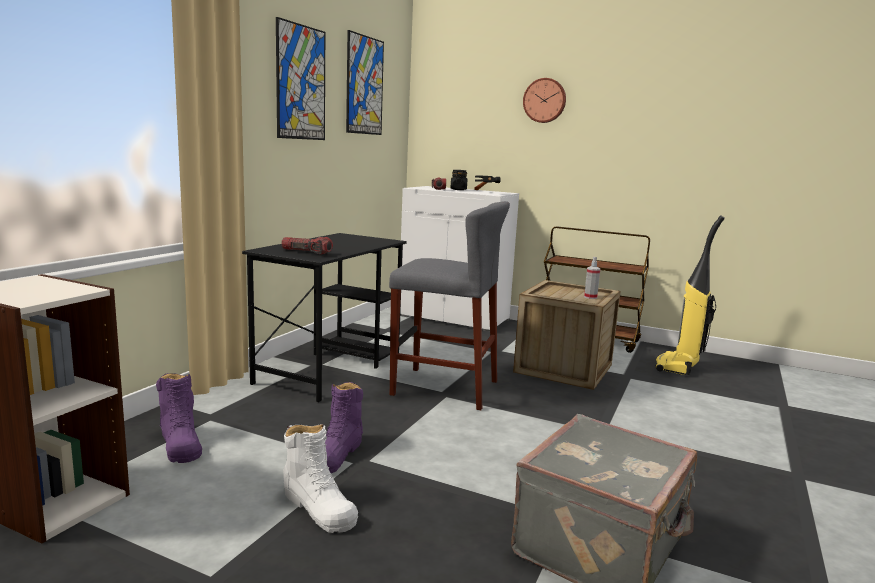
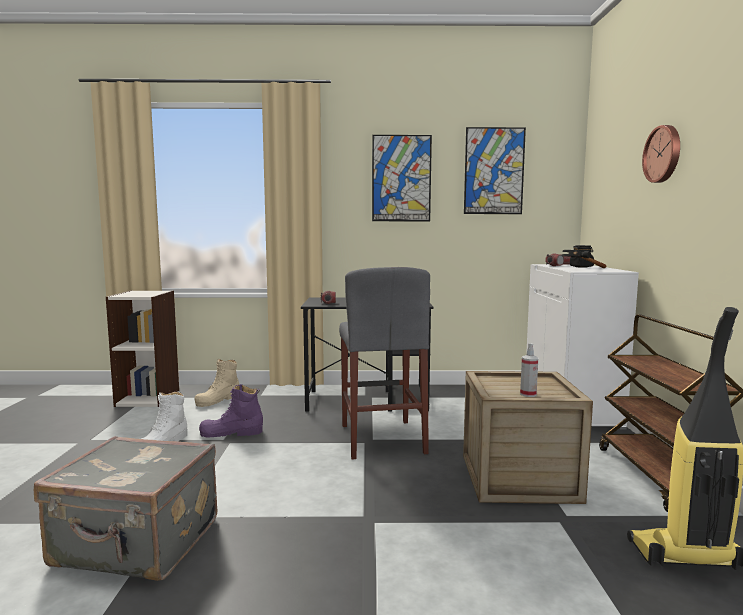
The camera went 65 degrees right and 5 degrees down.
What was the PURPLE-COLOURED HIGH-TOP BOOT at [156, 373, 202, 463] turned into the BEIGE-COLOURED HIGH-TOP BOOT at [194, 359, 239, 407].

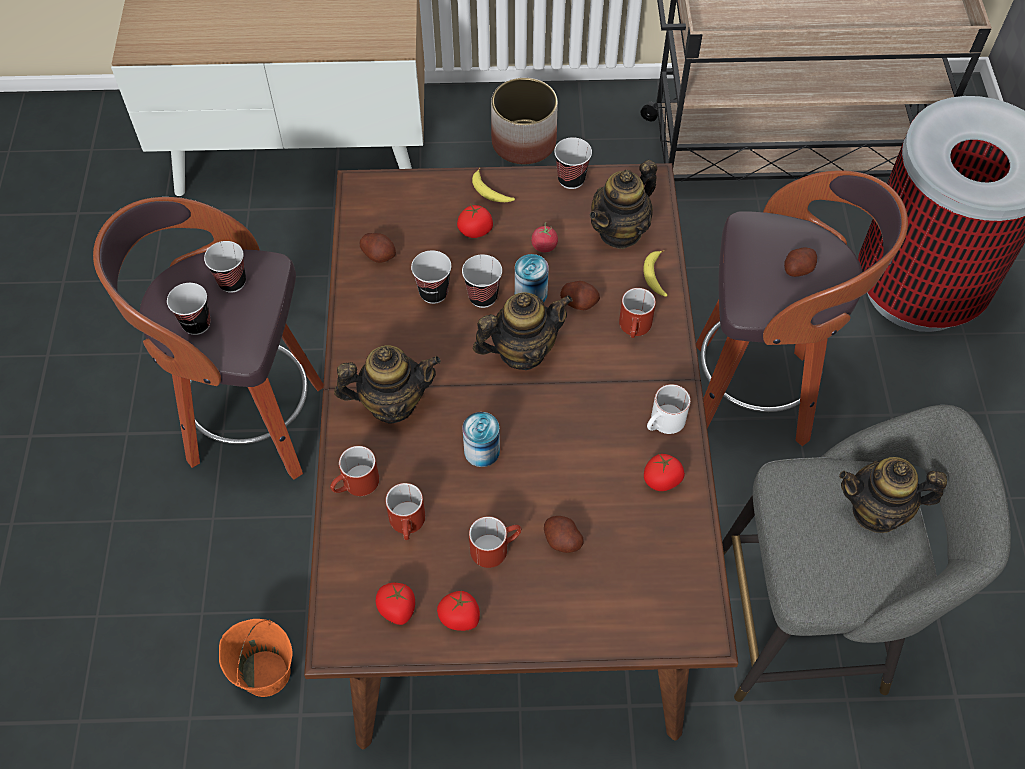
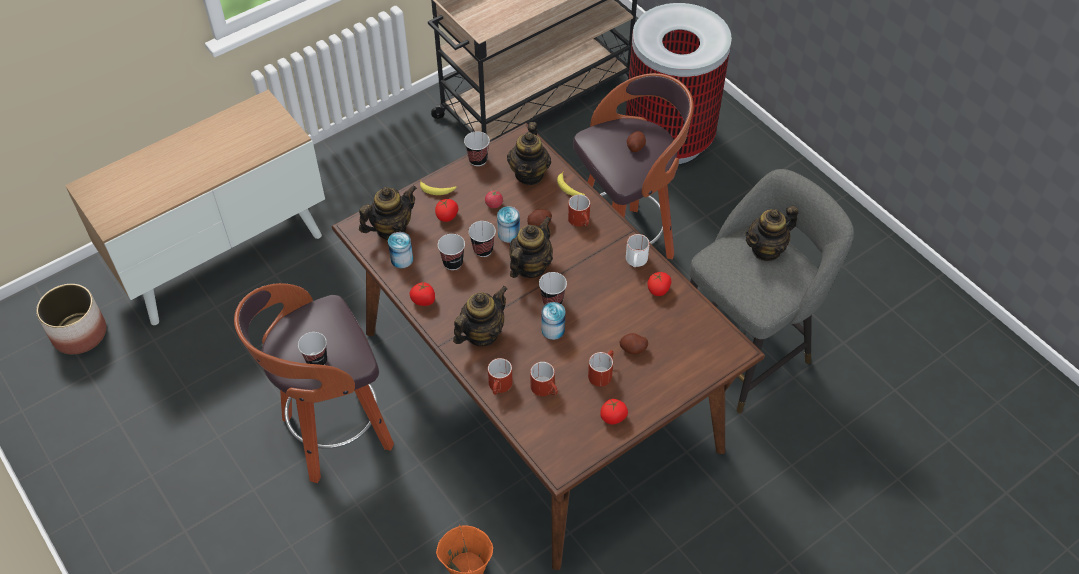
The camera went 35 degrees left and 5 degrees down.
The FLOWER POT ended up elsewhere, having gone from [491, 78, 558, 164] to [36, 284, 106, 354].
The second view gained the TEA POT at [359, 185, 417, 240].
Where the SPUD stood at [360, 233, 396, 263], the METAL CAN came to stand at [388, 232, 413, 268].
The TOMATO ended up elsewhere, having gone from [376, 583, 415, 625] to [410, 282, 435, 306].
The DRINKING CUP ended up elsewhere, having gone from [204, 241, 246, 293] to [539, 272, 567, 305].

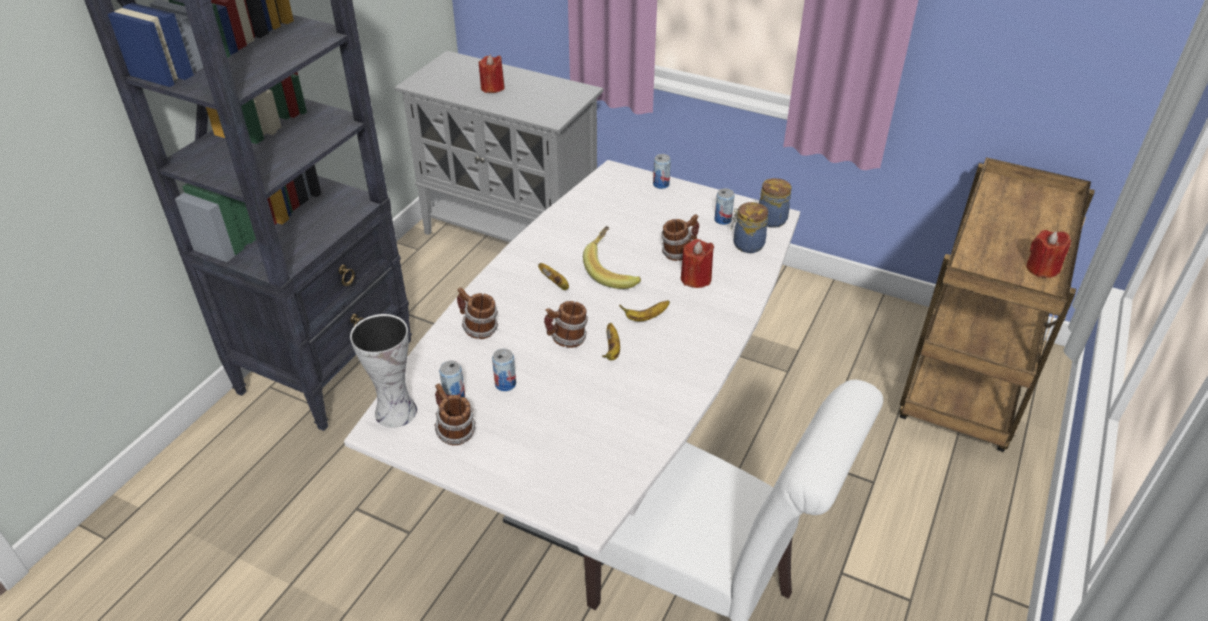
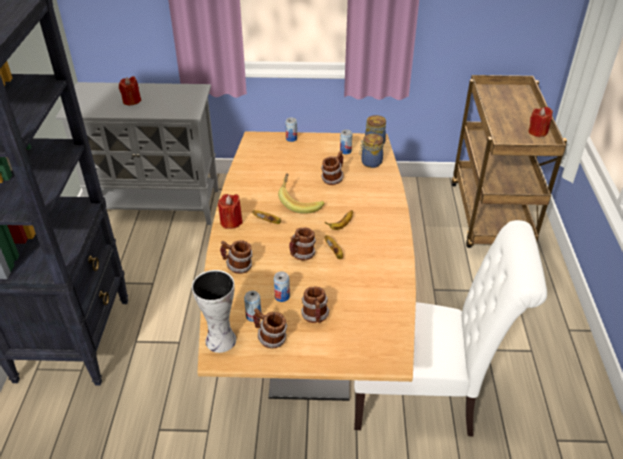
The camera went 25 degrees left and 0 degrees up.
What was the WHITE DINING TABLE at [344, 160, 800, 565] turned into the BROWNISH DINING TABLE at [197, 131, 416, 401].
The REDDISH WAX CANDLE ended up elsewhere, having gone from [681, 239, 714, 288] to [218, 194, 242, 229].
The second view gained the TEA MUG at [301, 287, 329, 323].

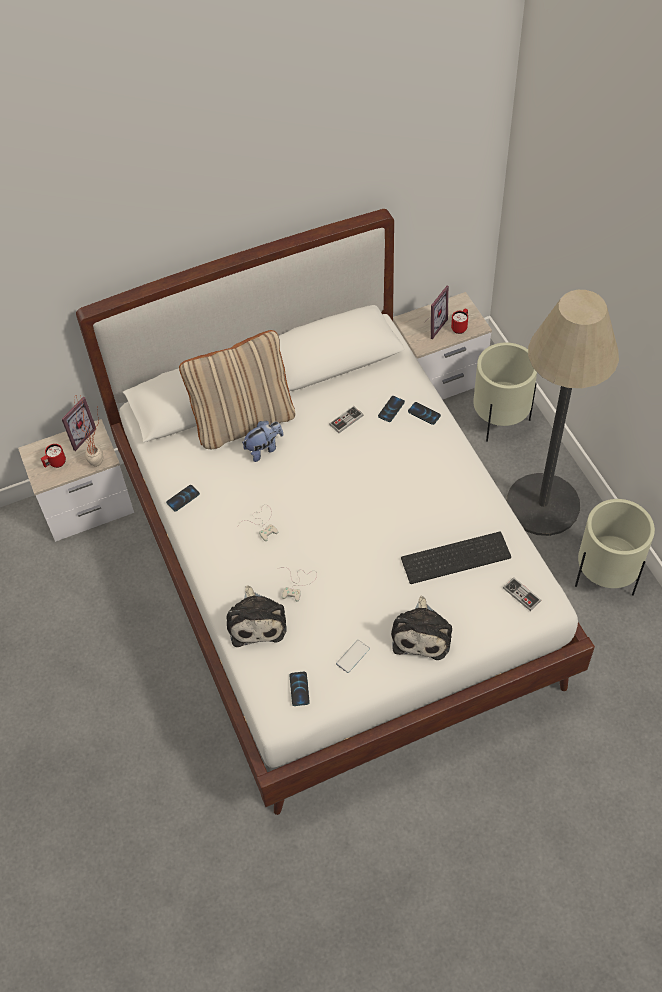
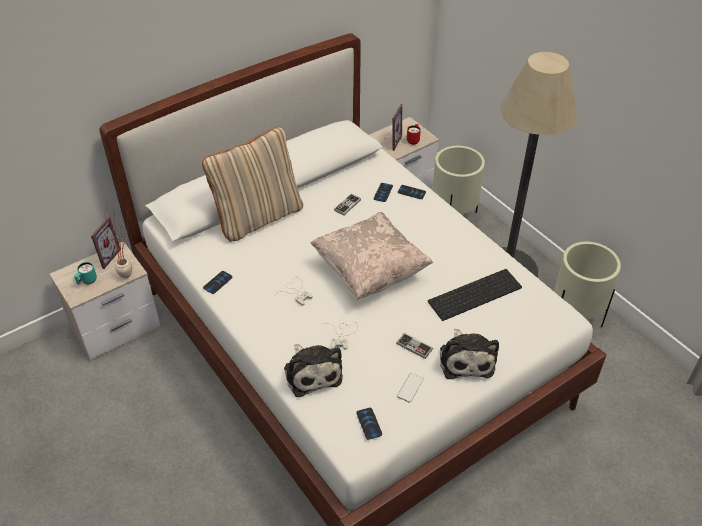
The camera went 15 degrees left and 10 degrees down.
What was the REDDISH TEA MUG at [41, 444, 66, 468] turned into the BLUE-GREEN TEA MUG at [74, 262, 97, 285].
The second view gained the BEIGE-COLOURED PILLOW at [310, 212, 433, 300].
The GAME CONTROLLER ended up elsewhere, having gone from [503, 578, 542, 611] to [396, 333, 433, 359].
The second view lost the CUDDLY TOY at [242, 421, 283, 462].

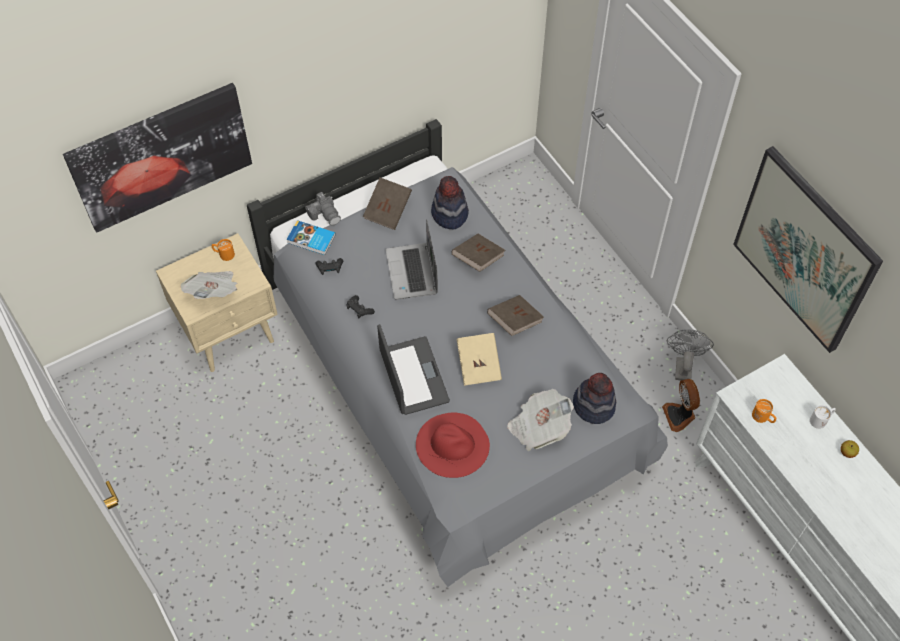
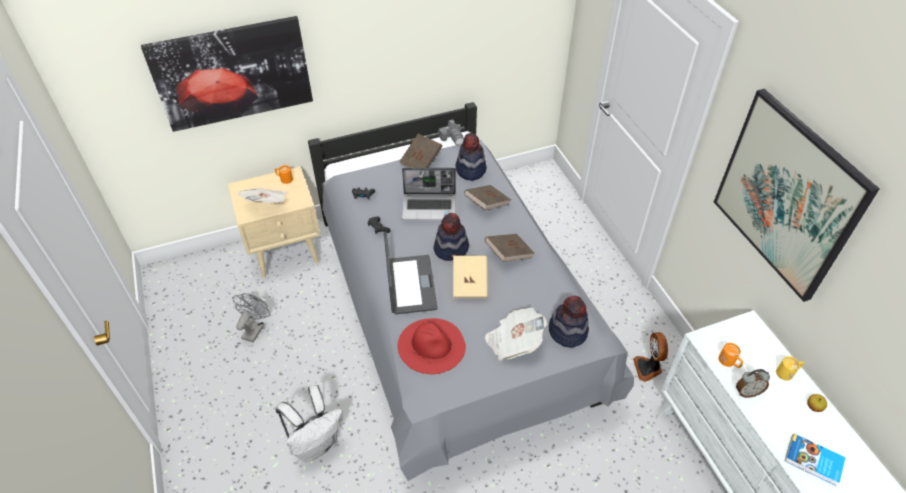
The camera went 10 degrees right and 10 degrees down.
The GRAY COOLING FAN ended up elsewhere, having gone from [667, 329, 714, 381] to [232, 293, 270, 342].
The second view gained the WHITE KNAPSACK at [275, 385, 343, 462].
The NOTEBOOK COMPUTER at [386, 219, 438, 300] ended up facing another way, 90 degrees counterclockwise from before.
The second view gained the CLOTHING HAT at [434, 213, 469, 261].
The STILL CAMERA ended up elsewhere, having gone from [305, 192, 341, 226] to [438, 120, 464, 145].
The second view gained the TABLE CLOCK at [736, 369, 770, 398].
What was the WHITE TEA MUG at [810, 405, 836, 429] turned into the YELLOWISH TEA MUG at [776, 356, 804, 381].
The BOOK ended up elsewhere, having gone from [287, 220, 336, 255] to [785, 434, 846, 486].

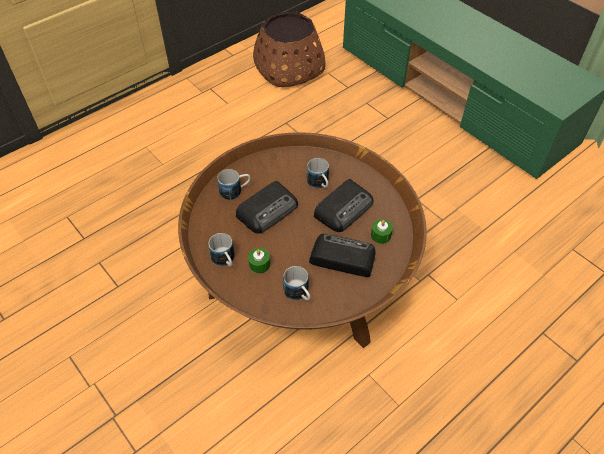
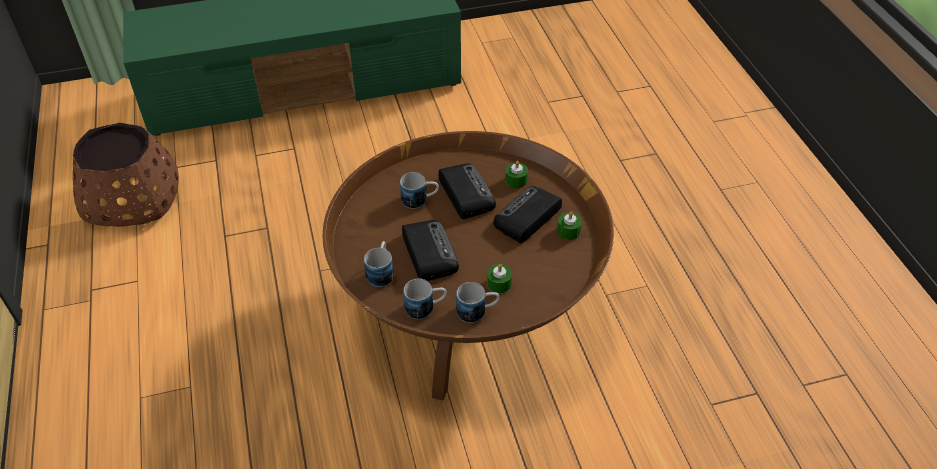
The camera went 65 degrees left and 5 degrees down.
The TEA MUG ended up elsewhere, having gone from [283, 266, 310, 301] to [403, 279, 447, 319].
The second view gained the GREEN WAX CANDLE at [557, 211, 582, 240].

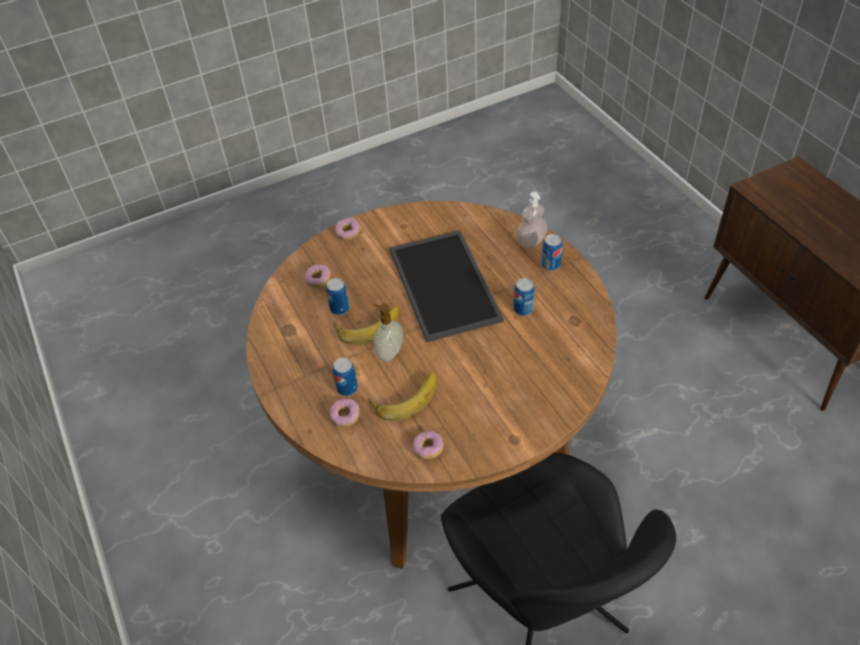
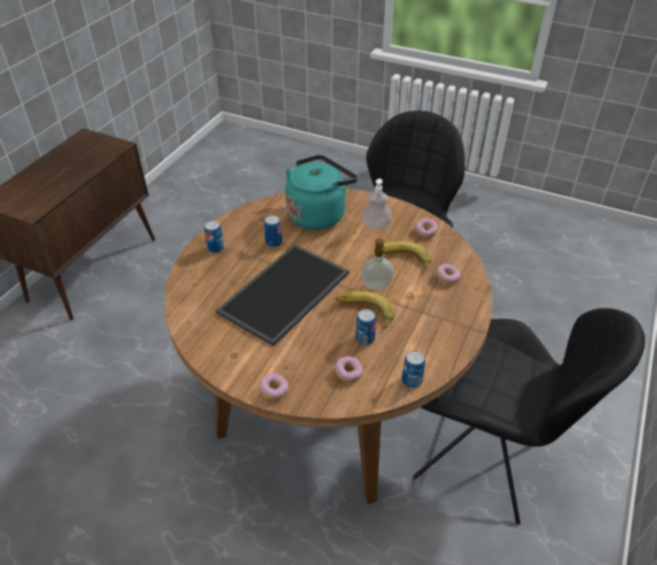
The camera went 130 degrees left and 5 degrees down.
The second view gained the BLUE-GREEN TEA KETTLE at [285, 155, 358, 230].
The SOAP BOTTLE ended up elsewhere, having gone from [516, 192, 547, 248] to [361, 178, 392, 229].
The METAL CAN ended up elsewhere, having gone from [333, 358, 358, 396] to [402, 350, 425, 388].
The second view gained the BLACK-COLOURED UPRIGHT CHAIR at [413, 308, 645, 525].

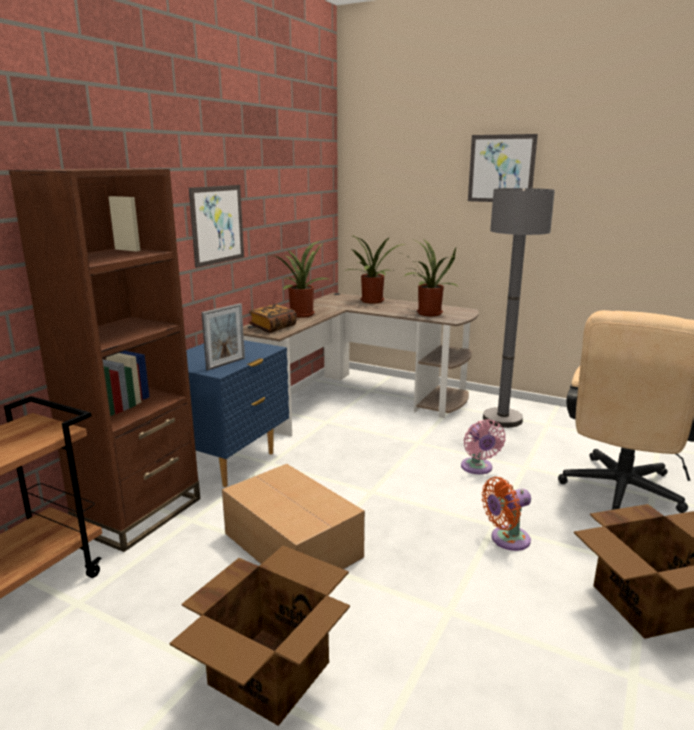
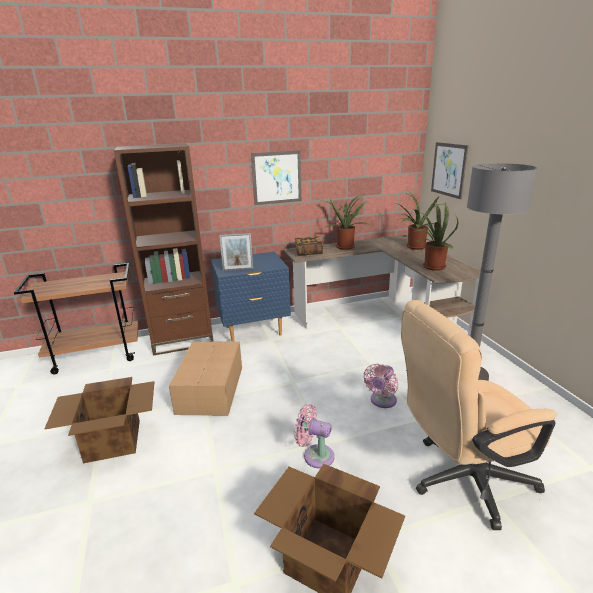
The camera went 45 degrees right and 5 degrees up.
What was the ORANGE-COLOURED COOLING FAN at [482, 477, 531, 551] turned into the PINKISH COOLING FAN at [294, 404, 335, 468].
The WALL PICTURE ended up elsewhere, having gone from [468, 134, 538, 202] to [431, 142, 469, 199].

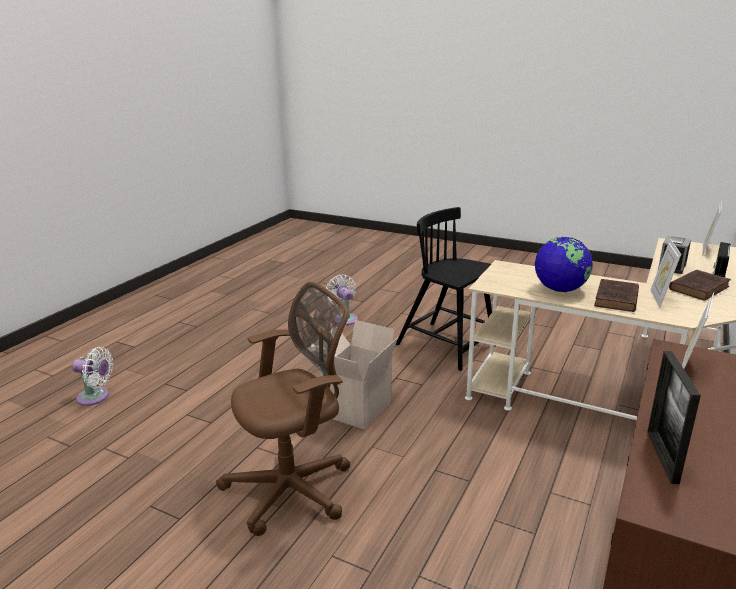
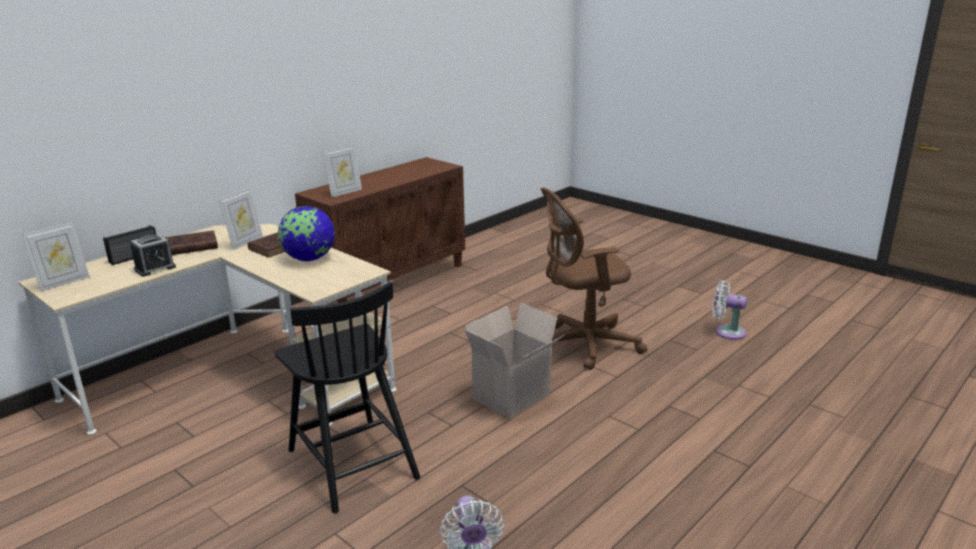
The camera went 165 degrees left and 0 degrees up.
The WHITE COOLING FAN ended up elsewhere, having gone from [72, 347, 113, 406] to [713, 280, 747, 340].
The second view lost the STANDING FRAME at [647, 351, 701, 484].

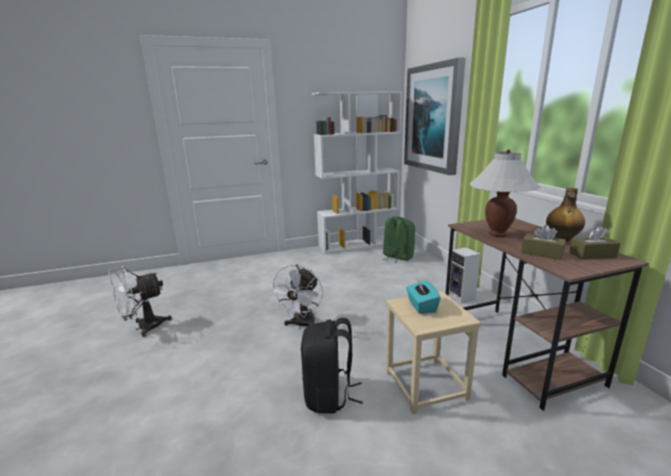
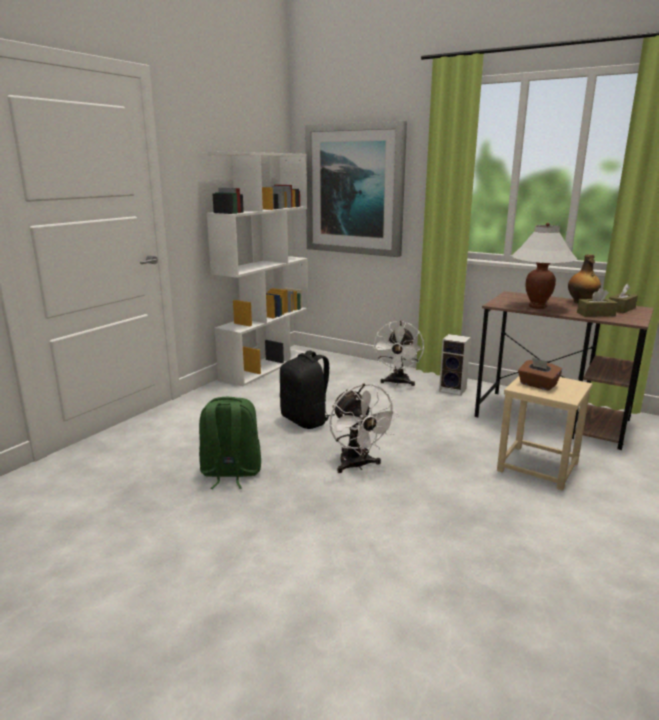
The camera went 40 degrees left and 0 degrees up.
The GREEN KNAPSACK ended up elsewhere, having gone from [383, 216, 415, 263] to [199, 397, 261, 489].
The BLACK-COLOURED KNAPSACK ended up elsewhere, having gone from [301, 318, 363, 414] to [280, 350, 335, 429].
The WHITE COOLING FAN ended up elsewhere, having gone from [108, 266, 172, 337] to [373, 321, 424, 386].
What was the BLUE-GREEN TISSUE HOLDER at [406, 278, 441, 314] turned into the BROWNISH TISSUE HOLDER at [518, 357, 562, 391].

